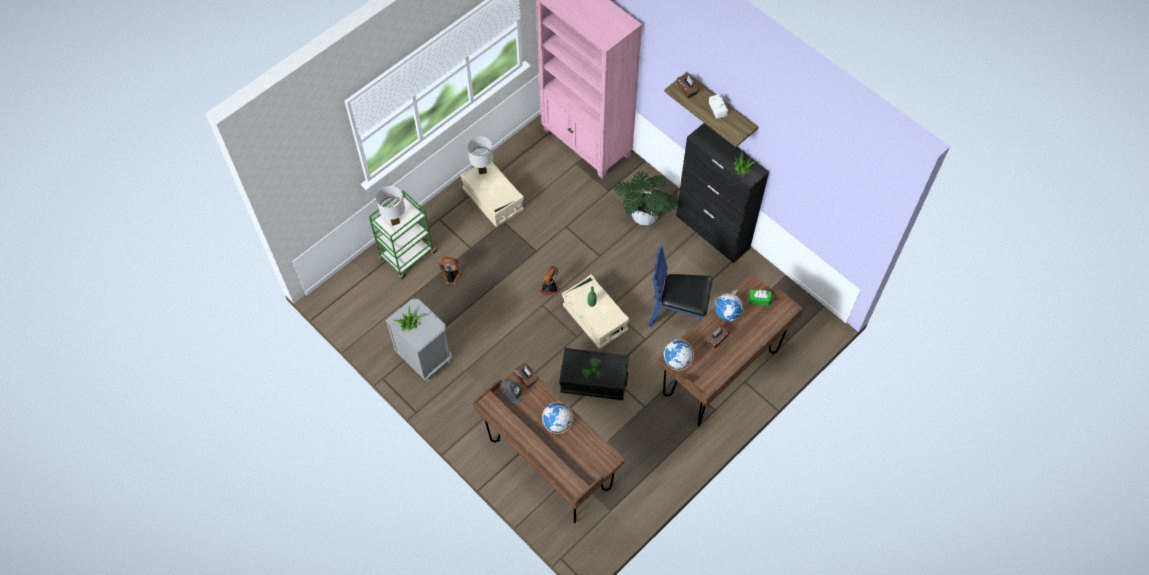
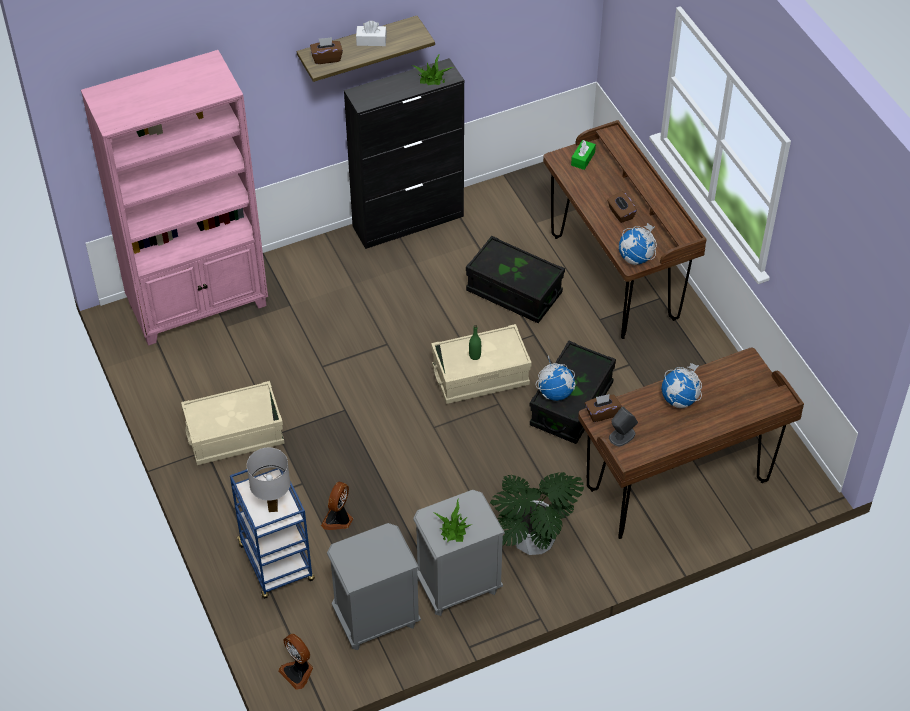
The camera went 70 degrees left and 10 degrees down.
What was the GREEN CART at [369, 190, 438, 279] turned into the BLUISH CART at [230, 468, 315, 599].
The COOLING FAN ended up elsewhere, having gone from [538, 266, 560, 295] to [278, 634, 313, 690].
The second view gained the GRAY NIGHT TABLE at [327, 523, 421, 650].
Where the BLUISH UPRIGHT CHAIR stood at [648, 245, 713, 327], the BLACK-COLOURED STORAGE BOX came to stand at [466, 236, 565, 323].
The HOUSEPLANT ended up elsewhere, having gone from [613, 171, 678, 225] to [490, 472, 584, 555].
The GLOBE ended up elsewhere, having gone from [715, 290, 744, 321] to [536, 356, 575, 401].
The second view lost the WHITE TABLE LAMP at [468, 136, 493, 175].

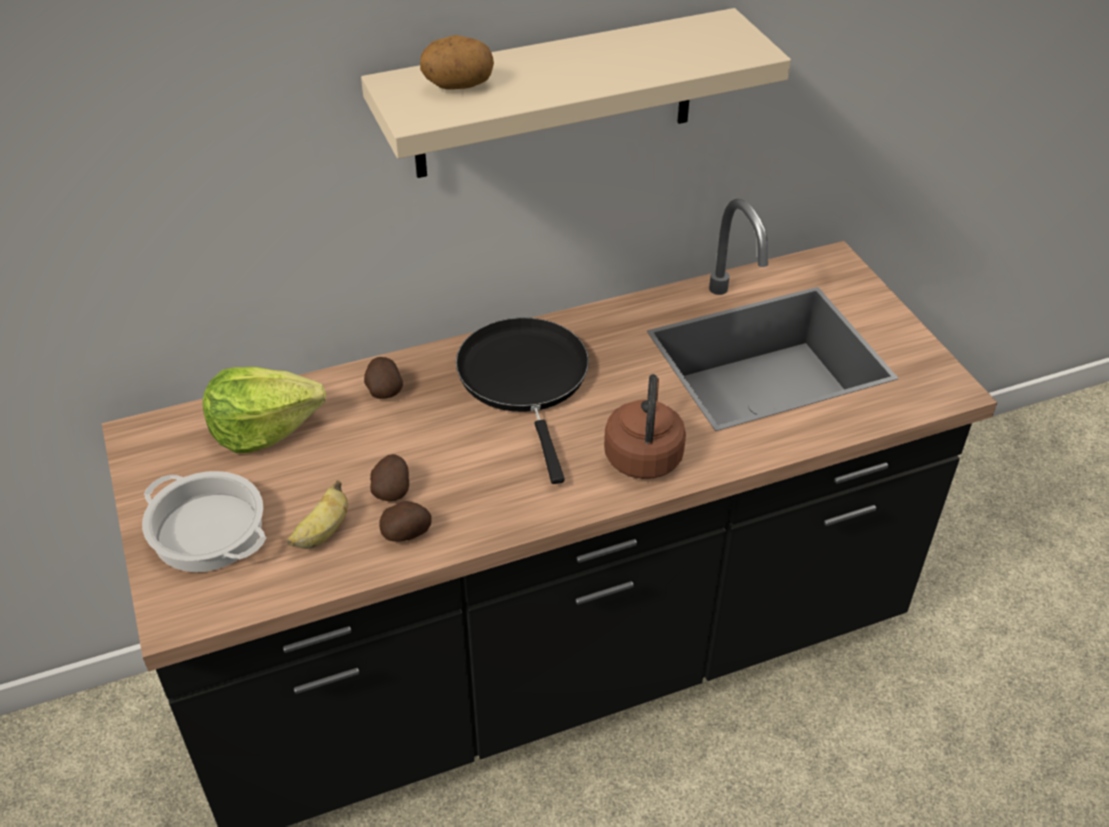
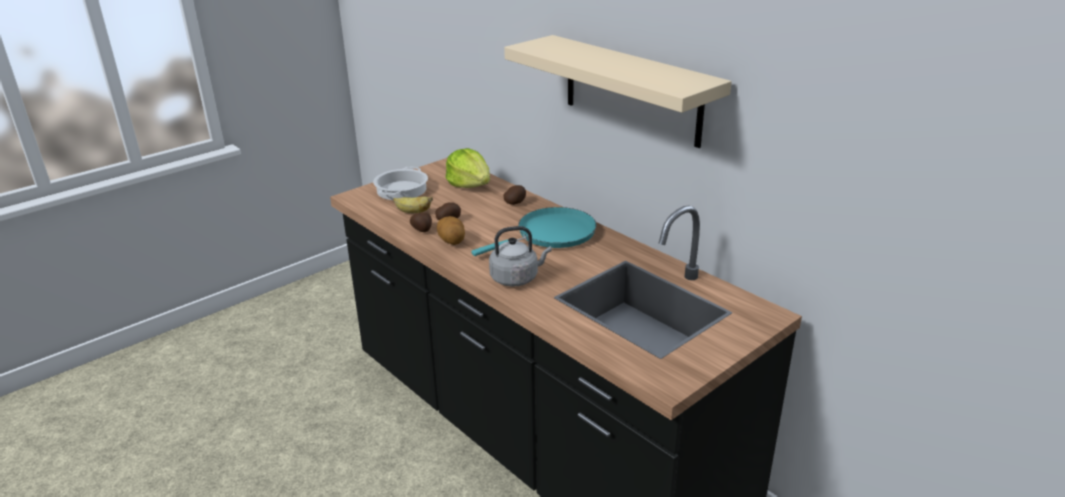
The camera went 70 degrees right and 15 degrees down.
The SPUD ended up elsewhere, having gone from [420, 35, 494, 90] to [437, 216, 465, 245].
What was the BLACK-COLOURED PAN at [456, 318, 589, 484] turned into the BLUE-GREEN PAN at [471, 207, 596, 256].
What was the BROWNISH TEA KETTLE at [604, 374, 686, 479] turned into the GRAY TEA KETTLE at [489, 226, 552, 287].

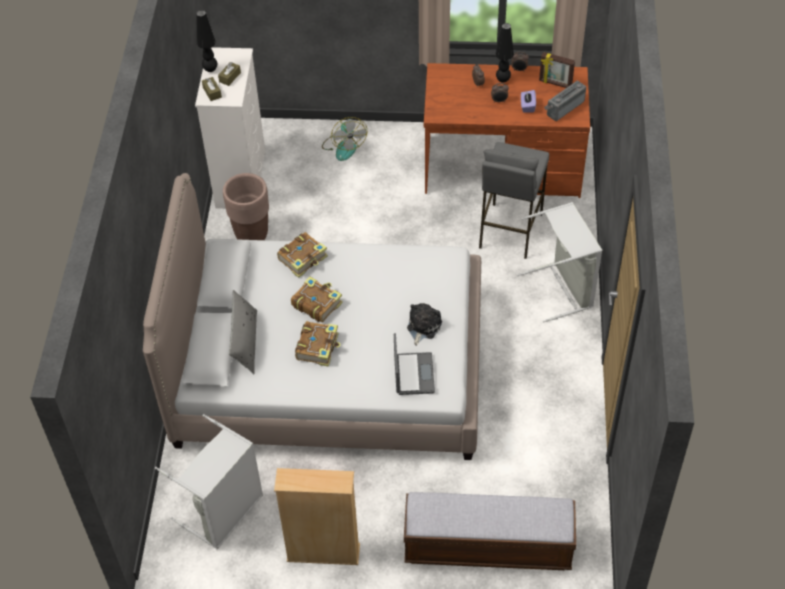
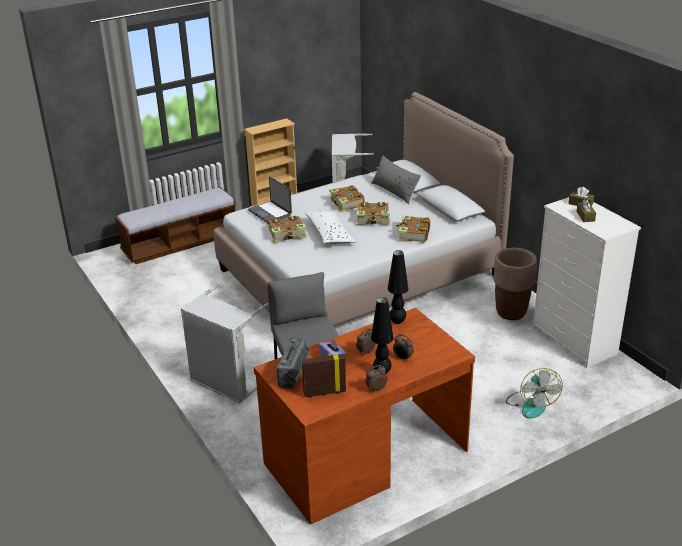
The camera went 145 degrees right and 20 degrees down.
Where the CUDDLY TOY stood at [407, 303, 442, 346], the BOOK came to stand at [268, 216, 307, 243].
The second view gained the WHITE PILLOW at [305, 211, 356, 244].
The BLACK-COLOURED TABLE LAMP ended up elsewhere, having gone from [197, 10, 217, 72] to [388, 250, 409, 324].
The COOLING FAN at [322, 117, 368, 161] ended up facing another way, 135 degrees counterclockwise from before.

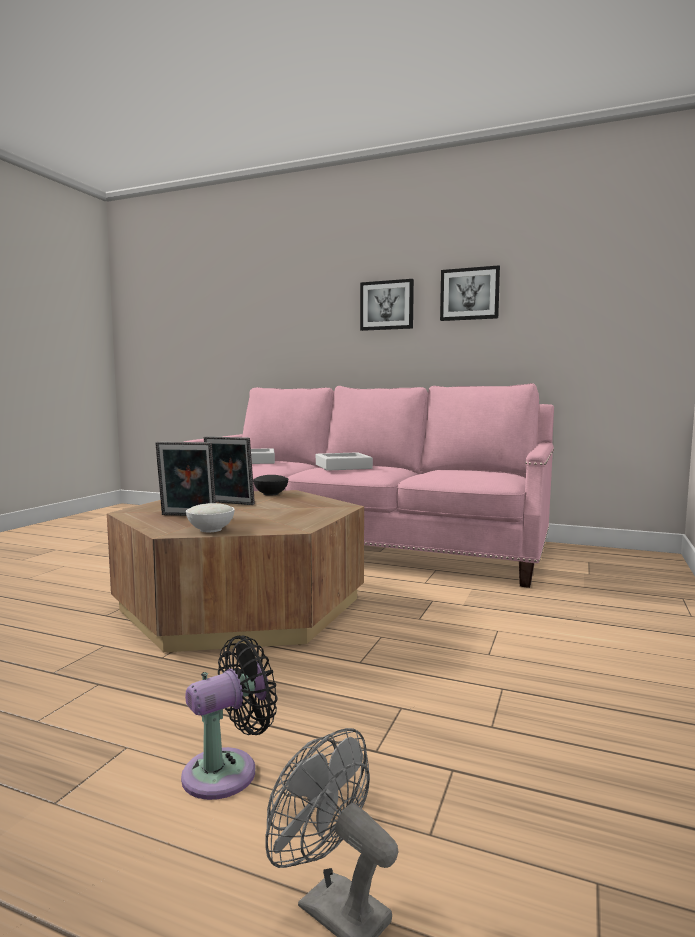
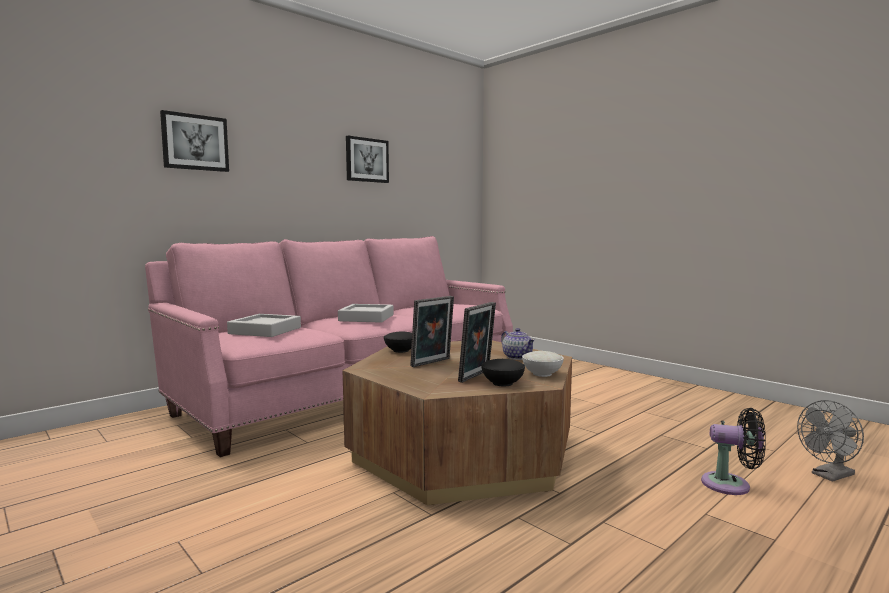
The camera went 65 degrees left and 0 degrees up.
The WALL PICTURE ended up elsewhere, having gone from [360, 279, 414, 331] to [160, 110, 229, 172].
The second view gained the BLACK-COLOURED DEEP DISH at [481, 359, 525, 387].
The second view gained the TEA POT at [501, 328, 535, 360].
The BLACK-COLOURED COOLING FAN at [181, 635, 277, 800] ended up facing another way, 120 degrees clockwise from before.

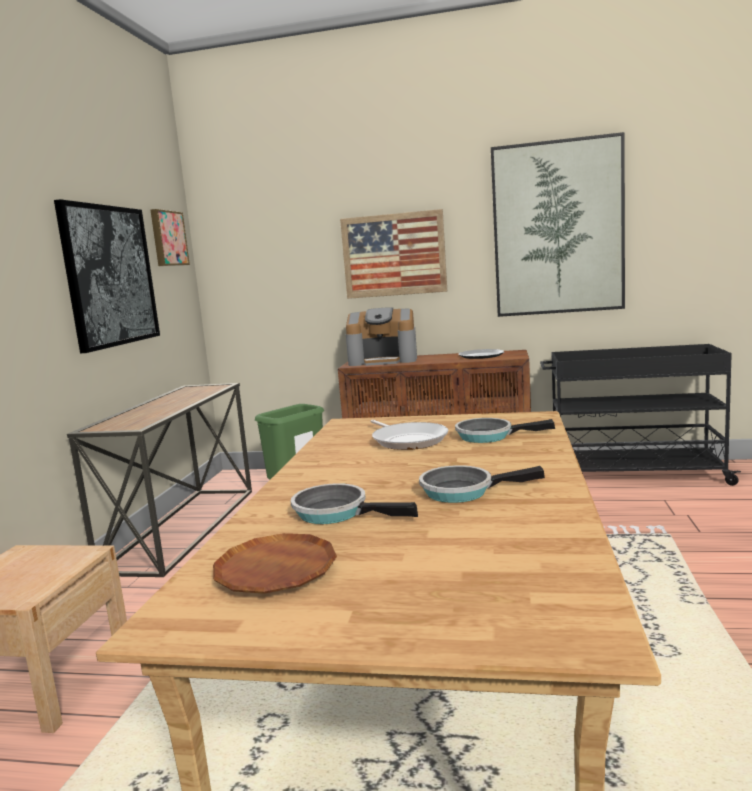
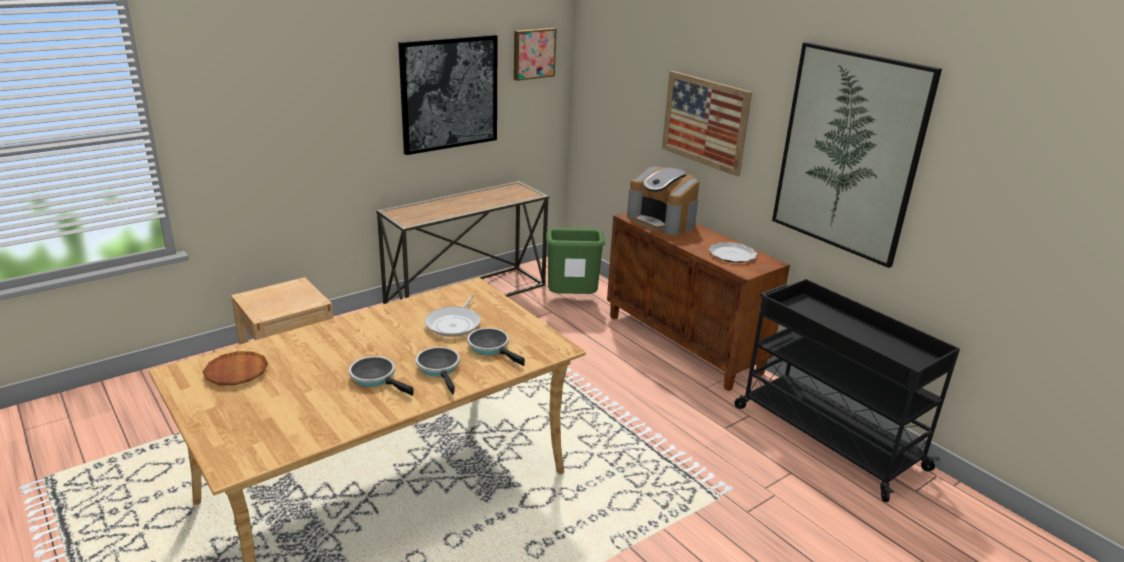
The camera went 40 degrees right and 15 degrees up.
The PAN ended up elsewhere, having gone from [291, 483, 418, 524] to [416, 347, 460, 395].

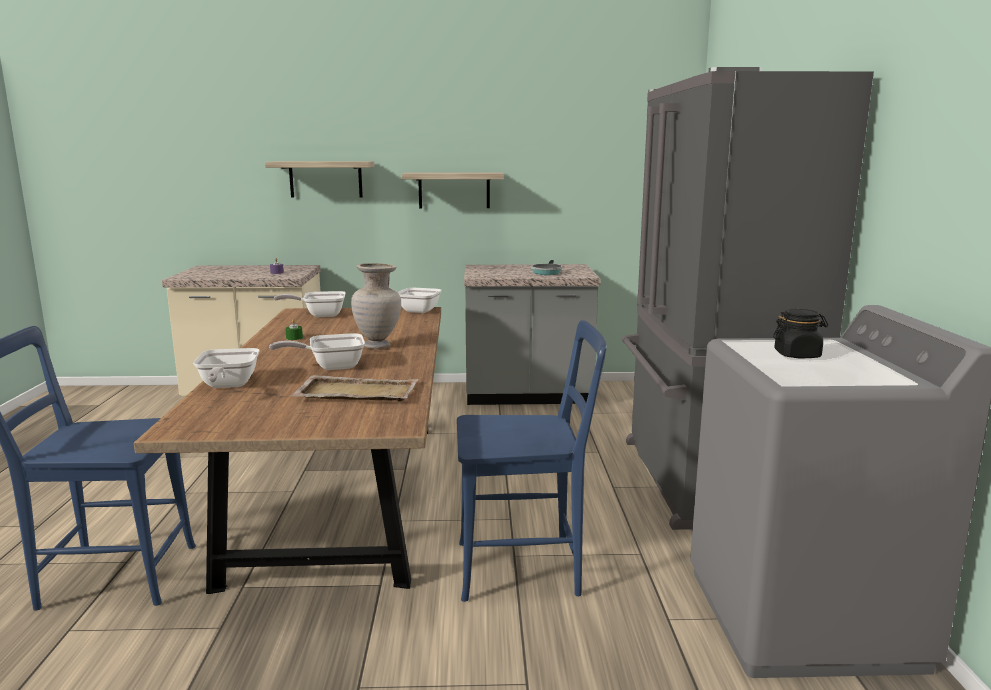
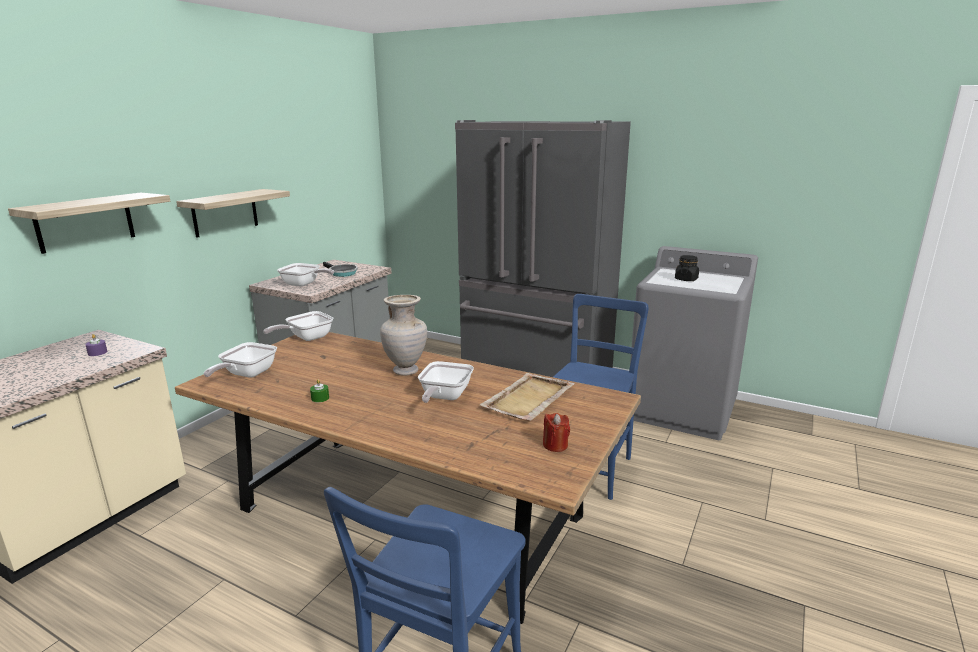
The camera went 60 degrees left and 5 degrees up.
The PAN ended up elsewhere, having gone from [193, 348, 260, 388] to [277, 263, 334, 286].
The second view gained the REDDISH WAX CANDLE at [543, 413, 570, 452].

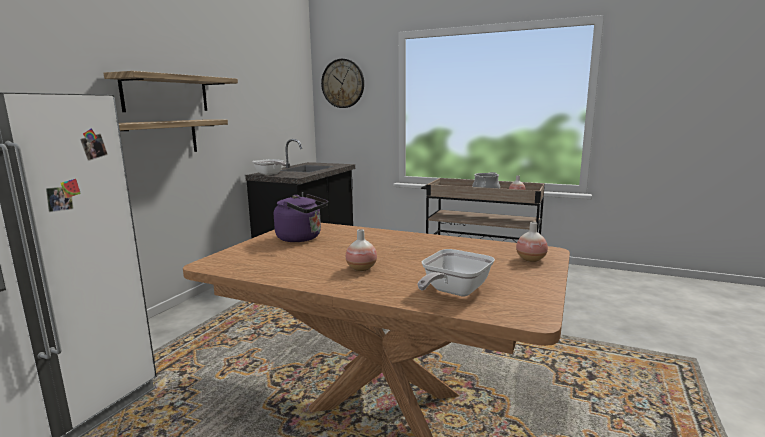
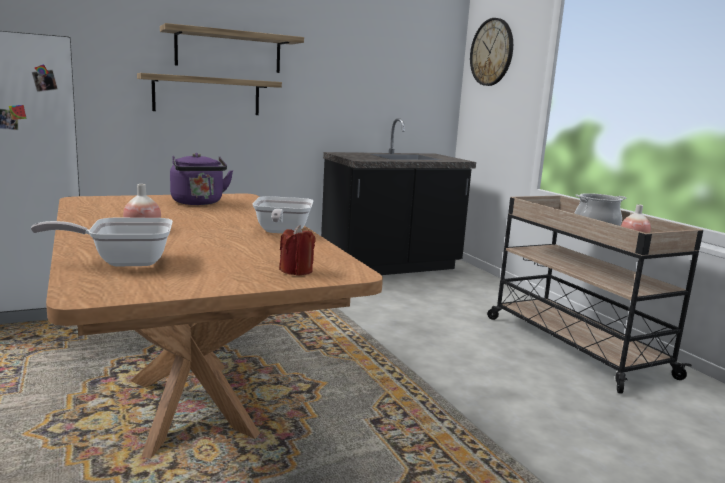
The camera went 40 degrees right and 0 degrees up.
The PAN ended up elsewhere, having gone from [252, 159, 286, 175] to [253, 196, 313, 233].
Where the VASE stood at [516, 222, 548, 262], the REDDISH WAX CANDLE came to stand at [279, 225, 315, 276].

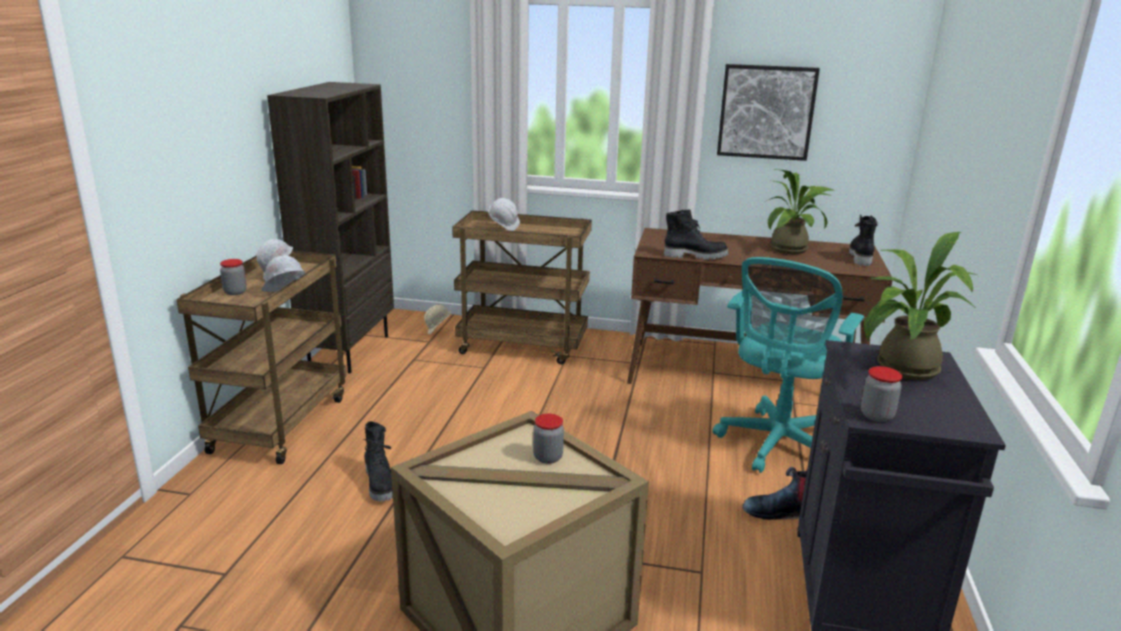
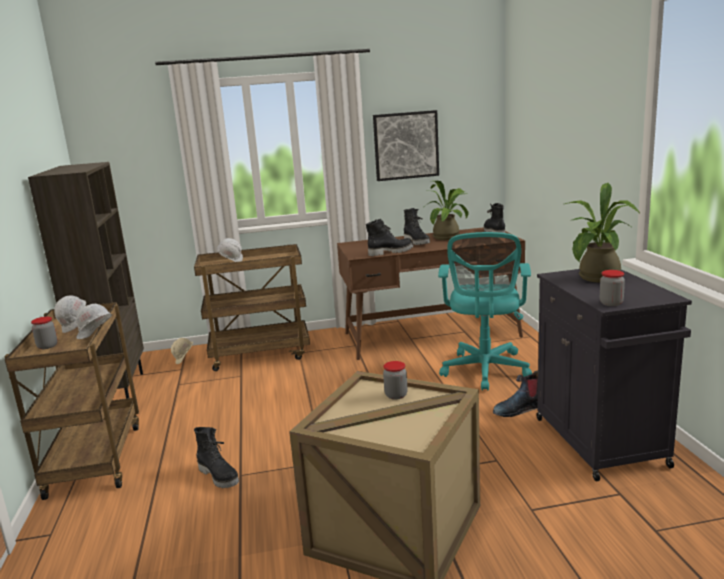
The camera went 20 degrees left and 5 degrees down.
The second view gained the BLACK-COLOURED HIGH-TOP BOOT at [404, 208, 430, 245].

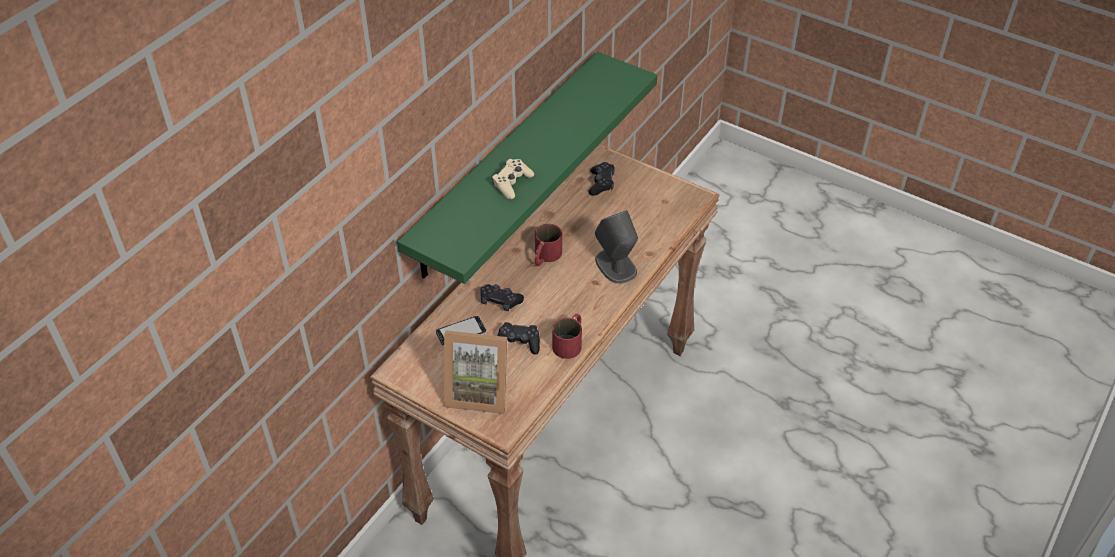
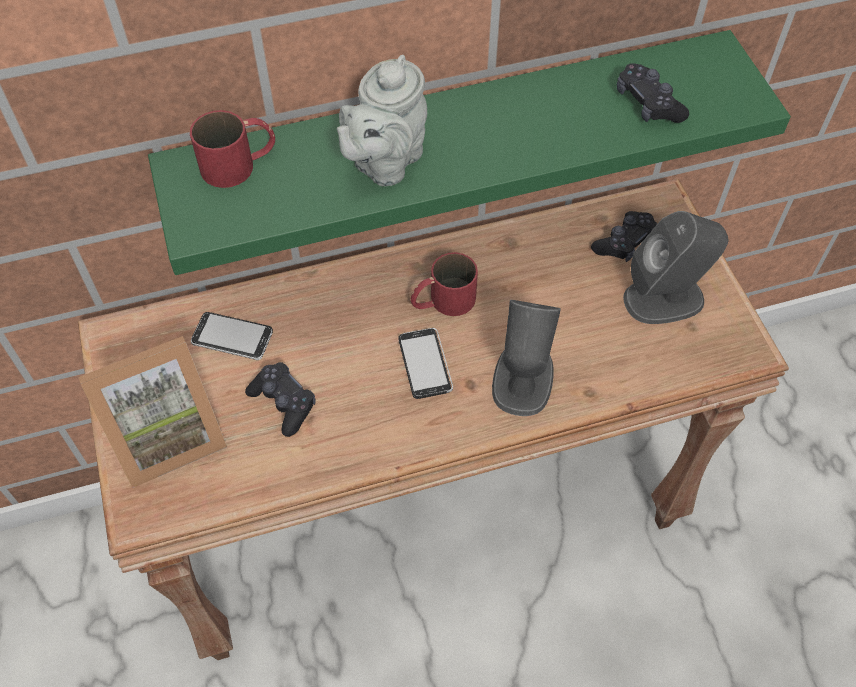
The camera went 40 degrees right and 10 degrees up.
The STANDING FRAME at [444, 330, 507, 414] ended up facing another way, 75 degrees counterclockwise from before.
The REDDISH TEA MUG ended up elsewhere, having gone from [552, 314, 582, 359] to [190, 110, 275, 188].
Where the BEIGE-COLOURED GAME CONTROLLER stood at [492, 159, 534, 200], the GRAY TEA POT came to stand at [337, 55, 427, 186].
The second view gained the HANDSET at [398, 328, 453, 399].
The BLACK-COLOURED GAME CONTROLLER ended up elsewhere, having gone from [480, 284, 524, 311] to [617, 63, 689, 123].
The second view gained the GRAY SPEAKER at [623, 211, 728, 324].

